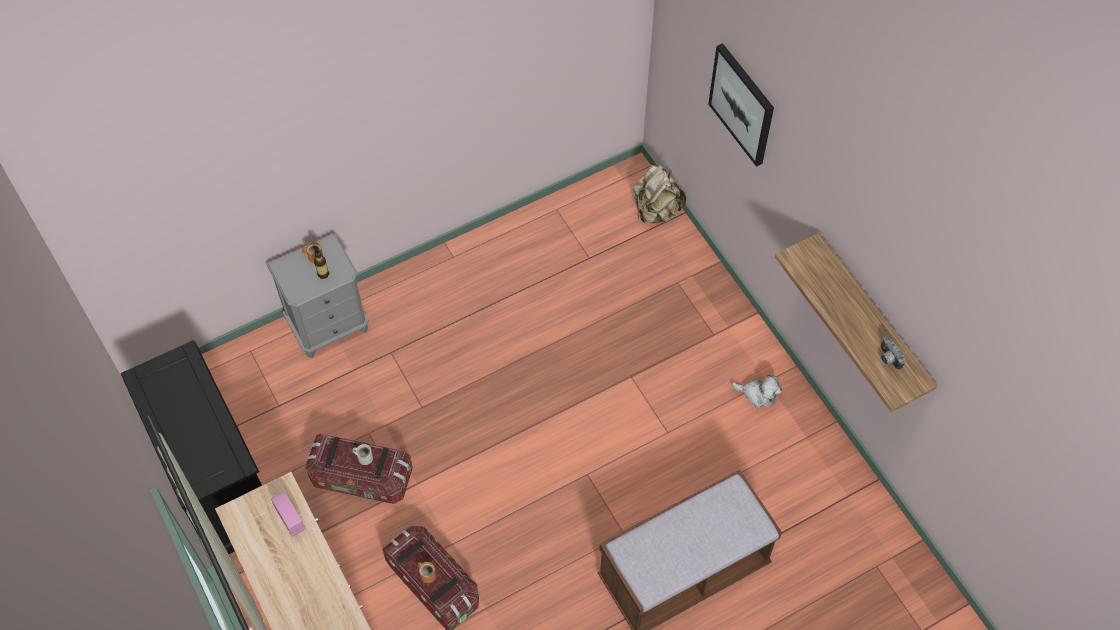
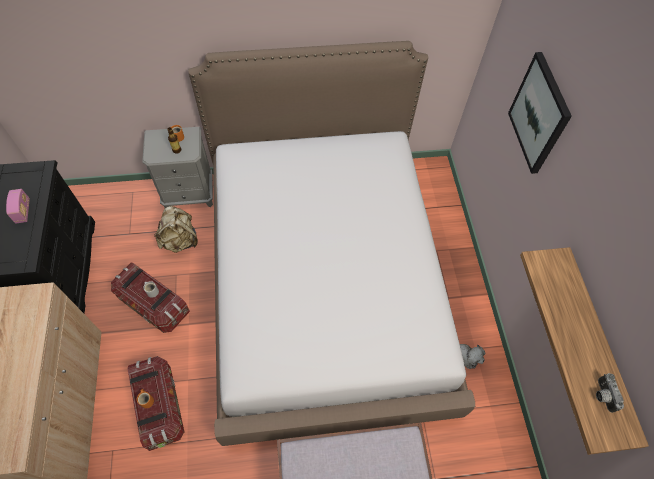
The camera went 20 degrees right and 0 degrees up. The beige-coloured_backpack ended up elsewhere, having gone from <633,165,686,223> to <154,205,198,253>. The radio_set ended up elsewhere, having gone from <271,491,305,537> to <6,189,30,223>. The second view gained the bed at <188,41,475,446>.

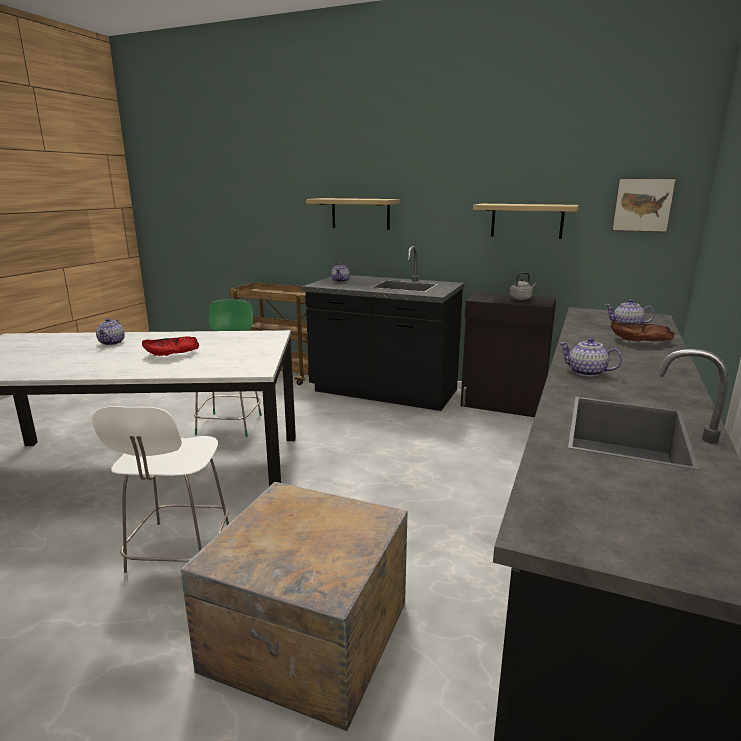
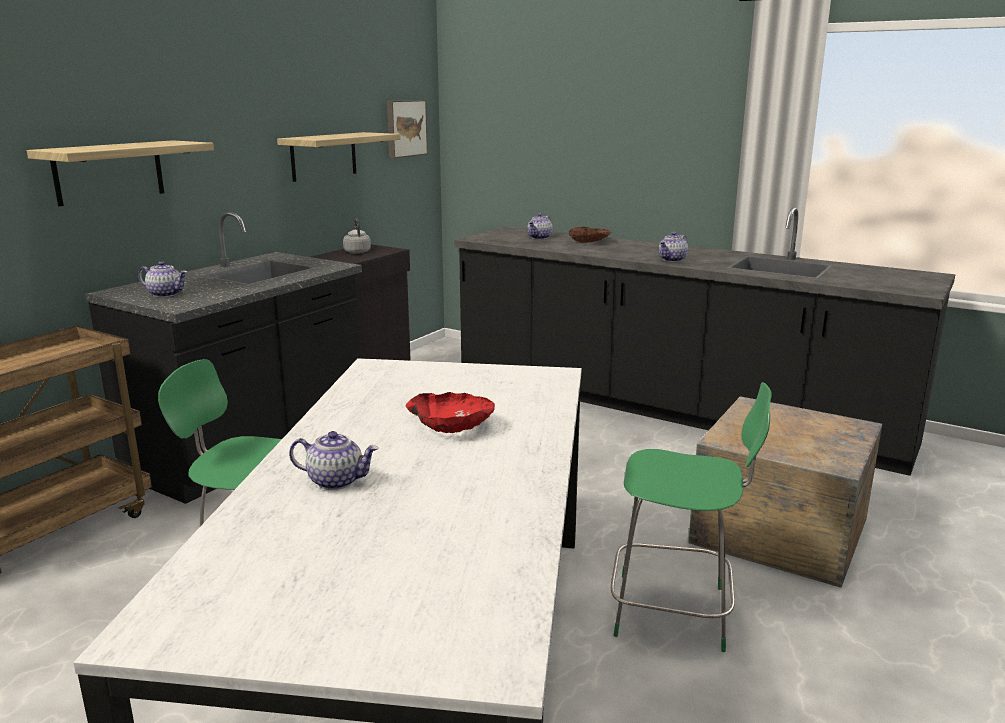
The camera went 80 degrees left and 0 degrees up. What was the whitish_upright_chair at <92,406,229,583> turned into the green_upright_chair at <611,382,772,652>.

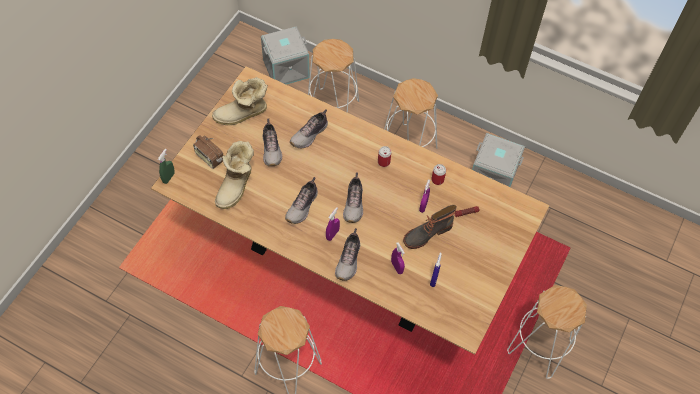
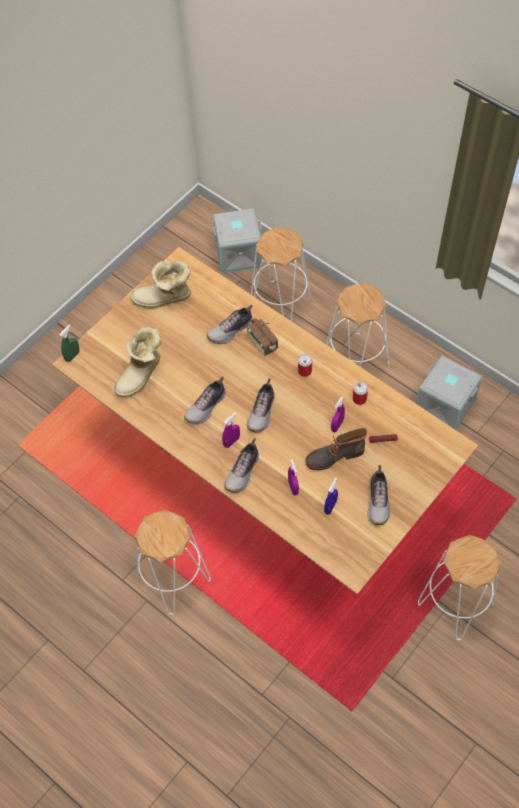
The camera went 15 degrees right and 0 degrees up. The shoe ended up elsewhere, having gone from <263,119,282,166> to <368,465,391,525>. The radio_set ended up elsewhere, having gone from <193,135,224,169> to <247,318,278,356>.

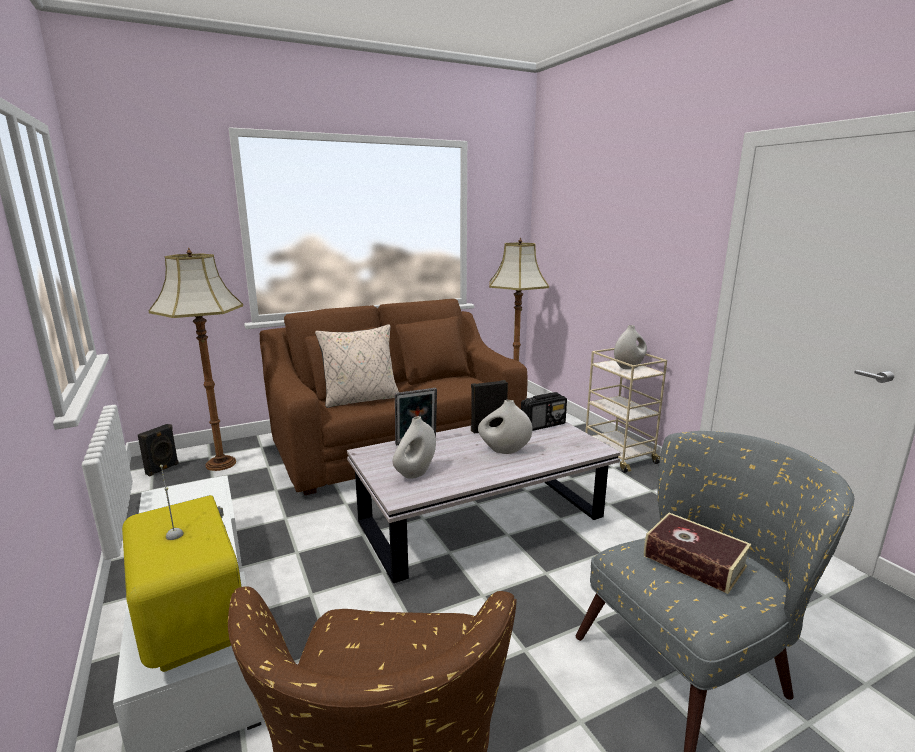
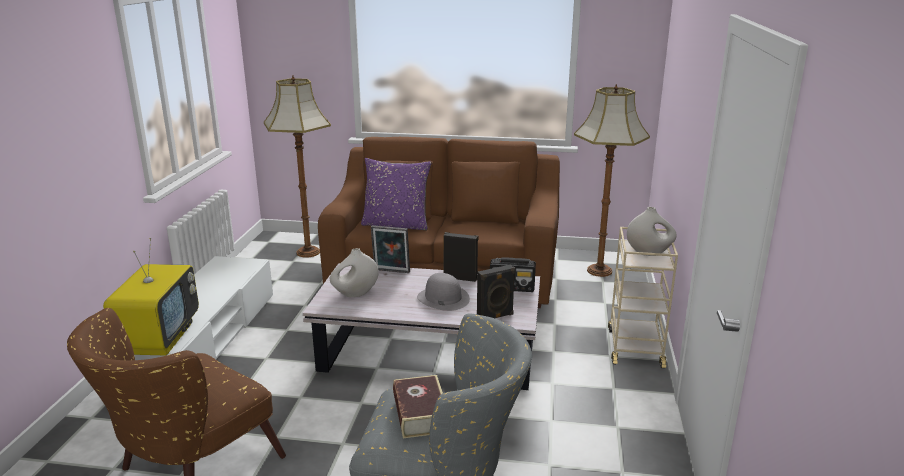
The camera went 35 degrees right and 5 degrees up. What was the beige-coloured_cushion at <315,324,399,408> turned into the purplish_cushion at <361,158,431,231>. Where the whitish_vase stood at <478,400,532,454>, the greyish_wearable_hat came to stand at <417,273,470,311>. The black-coloured_audio_speaker ended up elsewhere, having gone from <138,424,179,477> to <477,265,515,318>.

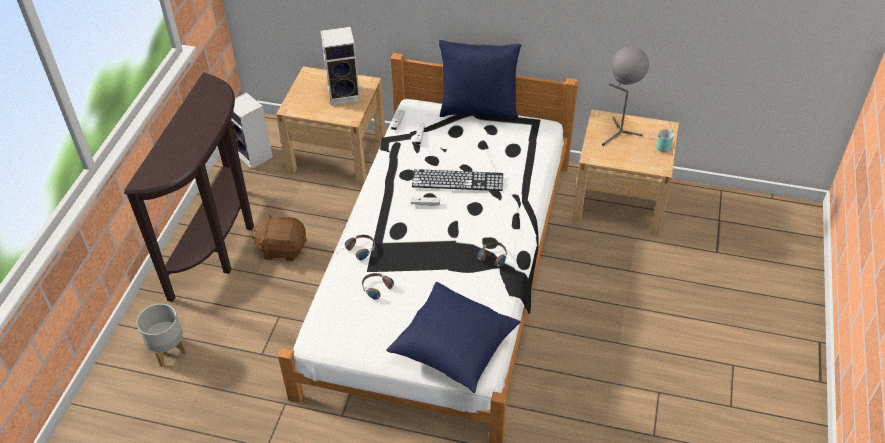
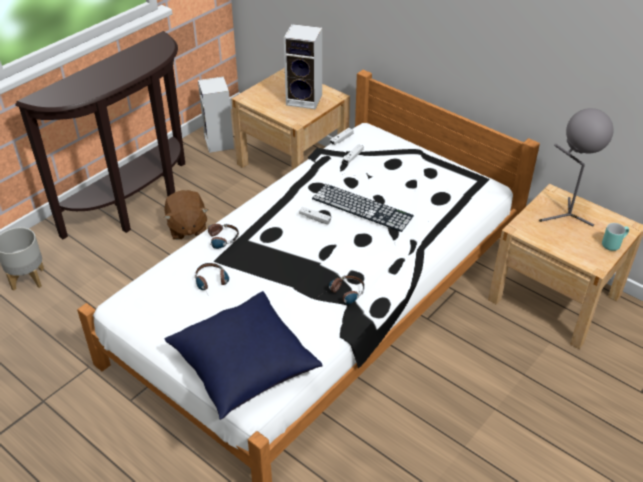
The camera went 25 degrees right and 5 degrees down. The second view lost the blue_cushion at <439,40,521,119>. The brown_plush_toy at <252,213,307,261> ended up facing another way, 135 degrees counterclockwise from before.

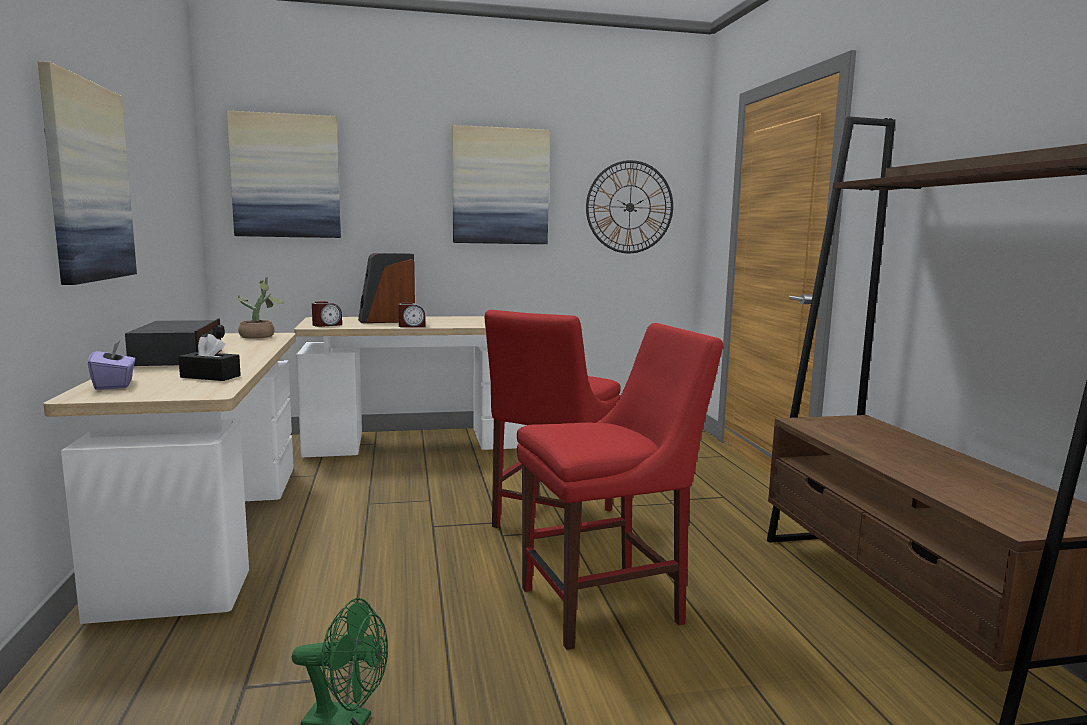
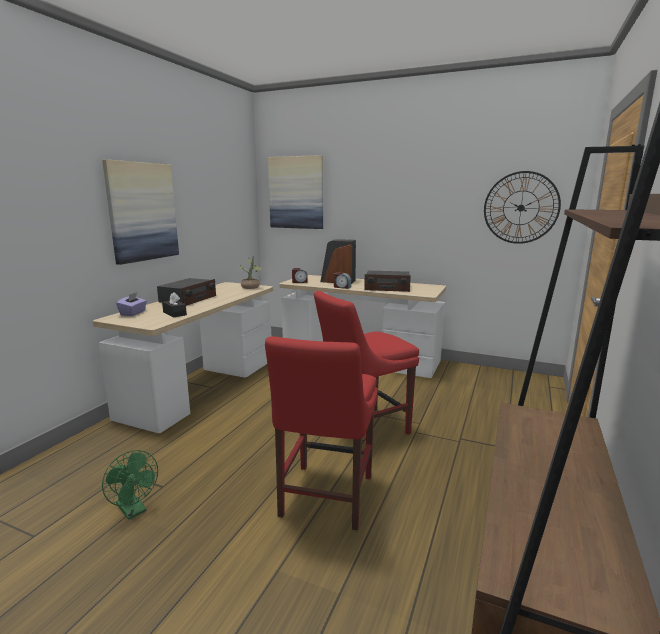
The camera went 35 degrees right and 5 degrees up. The second view lost the wall_picture at <452,125,550,244>. The red_upright_chair at <517,323,723,650> ended up facing another way, 90 degrees clockwise from before. The second view gained the radio_set at <364,271,411,292>.

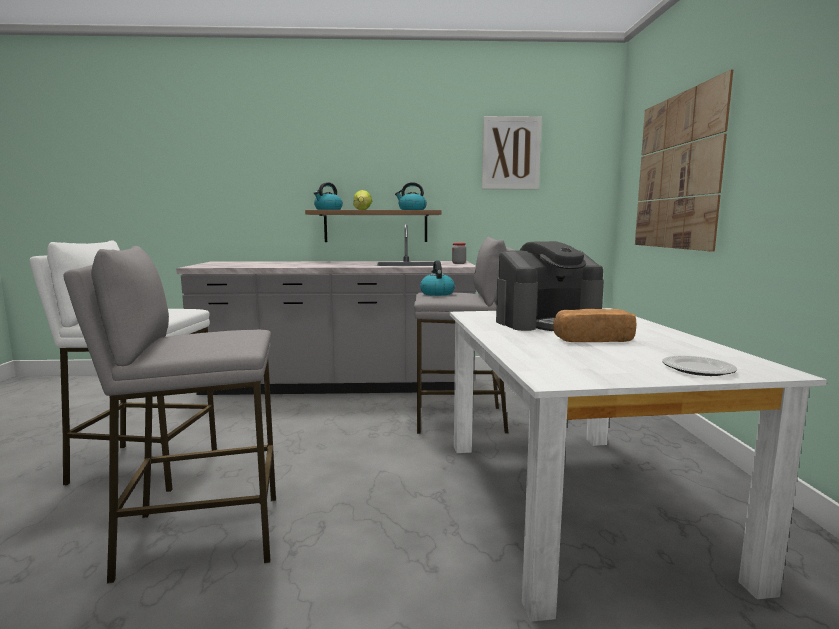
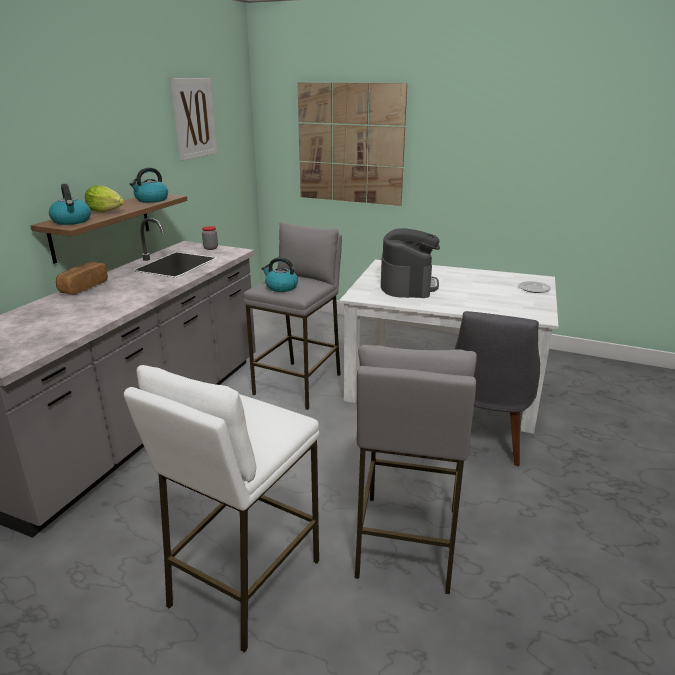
The camera went 65 degrees left and 15 degrees up. The bread ended up elsewhere, having gone from <553,309,636,342> to <56,262,108,295>. The second view gained the greyish_upright_chair at <454,311,540,466>.

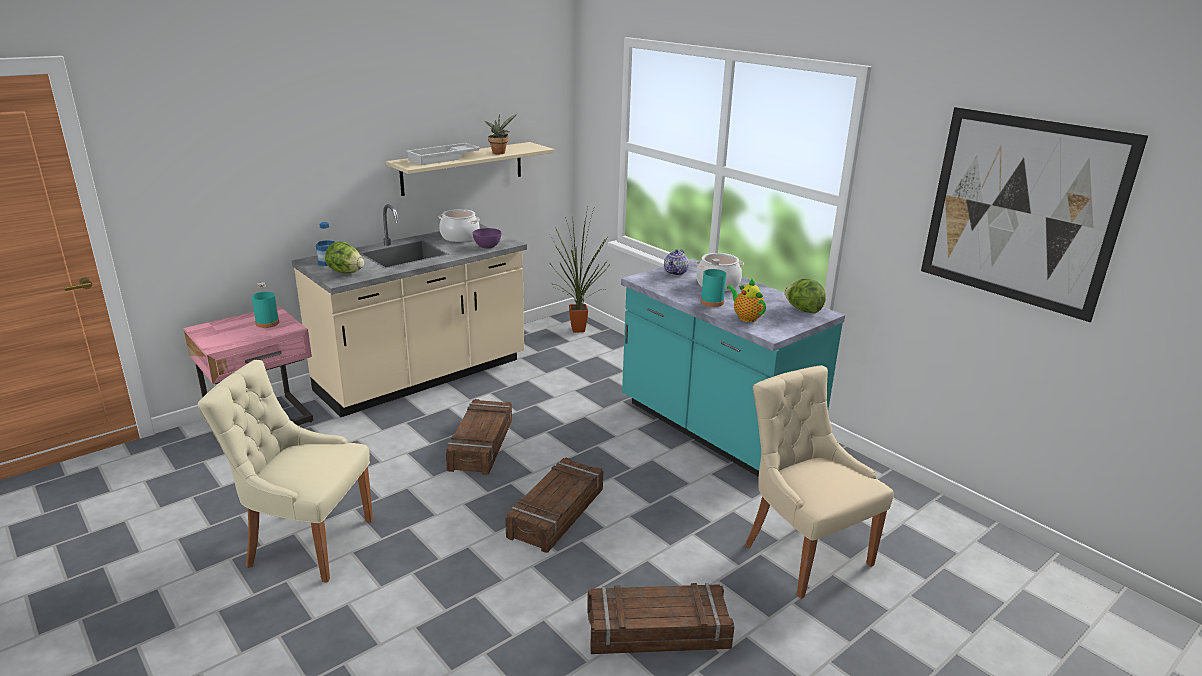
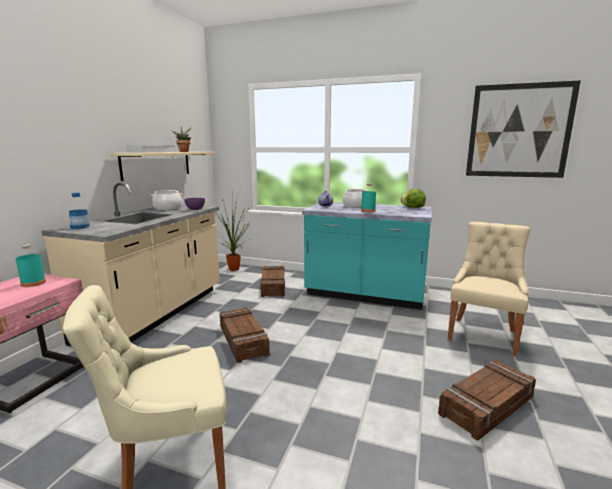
The camera went 30 degrees left and 10 degrees down. The second view lost the lettuce at <325,242,364,274>. The second view lost the tea_pot at <727,279,766,322>. The beige-coloured_upright_chair at <745,365,894,599> ended up facing another way, 90 degrees clockwise from before. The packing_crate ended up elsewhere, having gone from <505,458,603,553> to <260,266,285,297>.

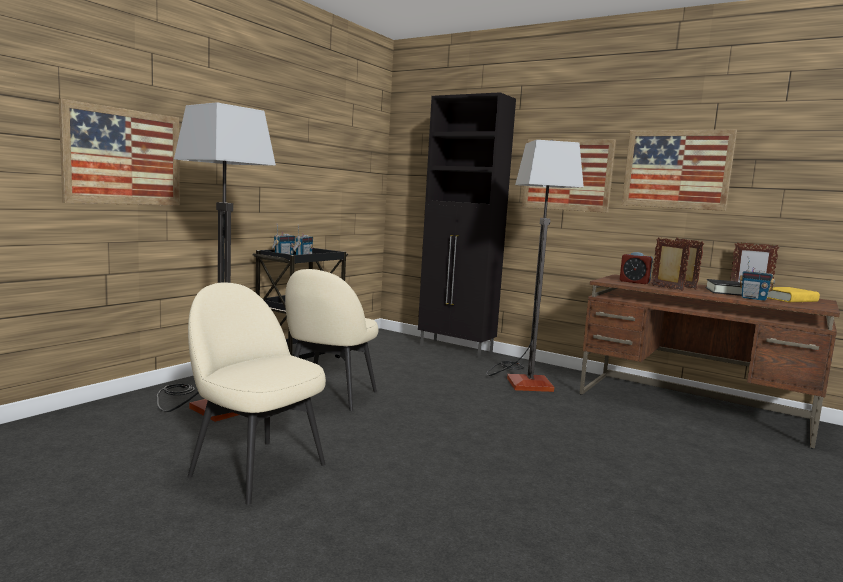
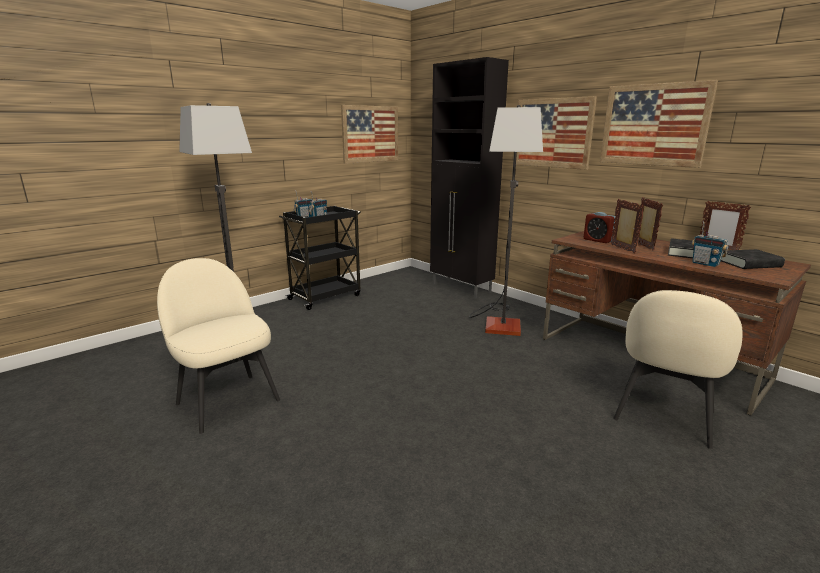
The camera went 15 degrees right and 10 degrees up. The wall_picture ended up elsewhere, having gone from <59,99,180,206> to <341,105,398,164>. The beige-coloured_upright_chair ended up elsewhere, having gone from <285,269,378,411> to <613,290,743,449>. What was the yellow_volume at <767,287,820,302> turned into the black-coloured_volume at <721,249,785,269>.

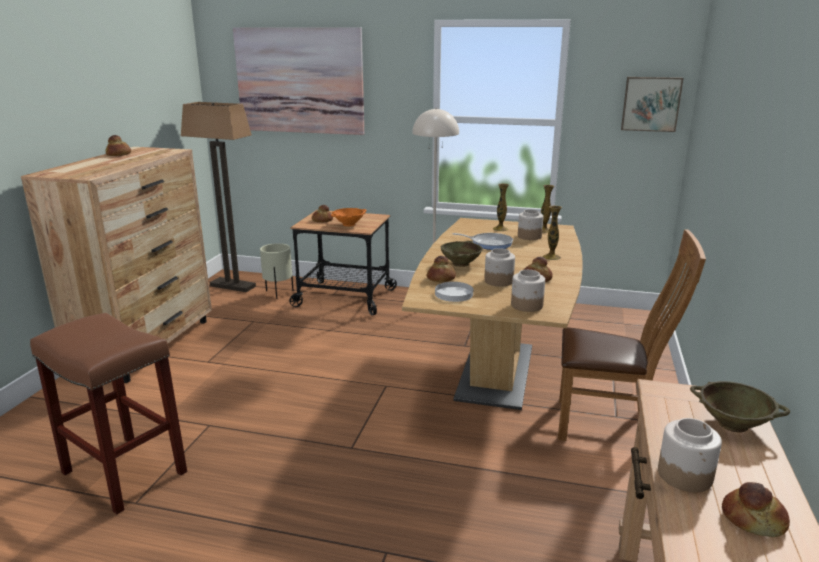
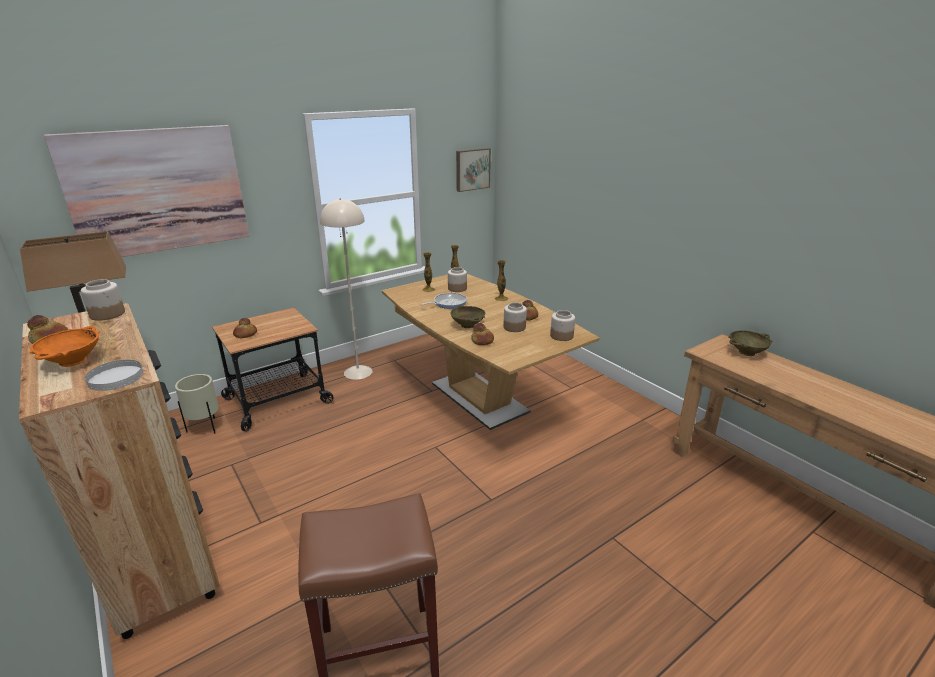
The camera went 50 degrees left and 5 degrees up. The orangey_deep_dish ended up elsewhere, having gone from <331,208,367,226> to <29,326,100,367>. The second view lost the brown_upright_chair at <558,229,706,441>. The whitish_dinner_plate ended up elsewhere, having gone from <435,282,473,302> to <85,360,143,391>. The preserve_jar ended up elsewhere, having gone from <658,418,722,492> to <81,279,125,321>. The second view lost the bread at <722,482,790,537>.

